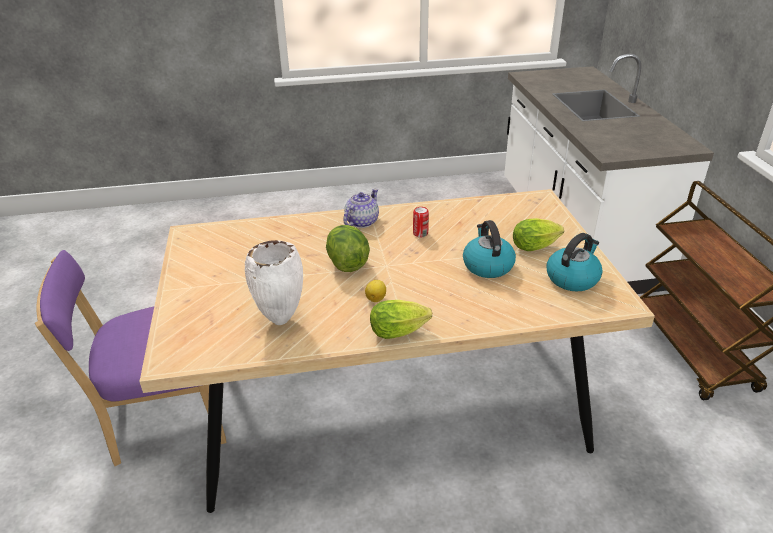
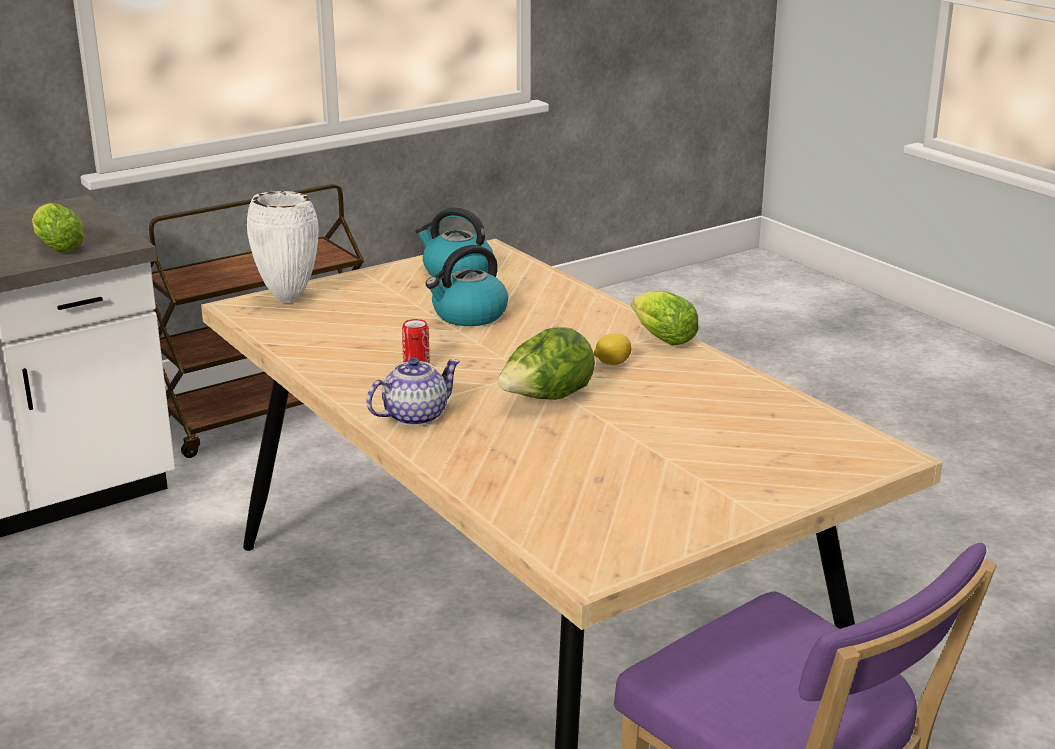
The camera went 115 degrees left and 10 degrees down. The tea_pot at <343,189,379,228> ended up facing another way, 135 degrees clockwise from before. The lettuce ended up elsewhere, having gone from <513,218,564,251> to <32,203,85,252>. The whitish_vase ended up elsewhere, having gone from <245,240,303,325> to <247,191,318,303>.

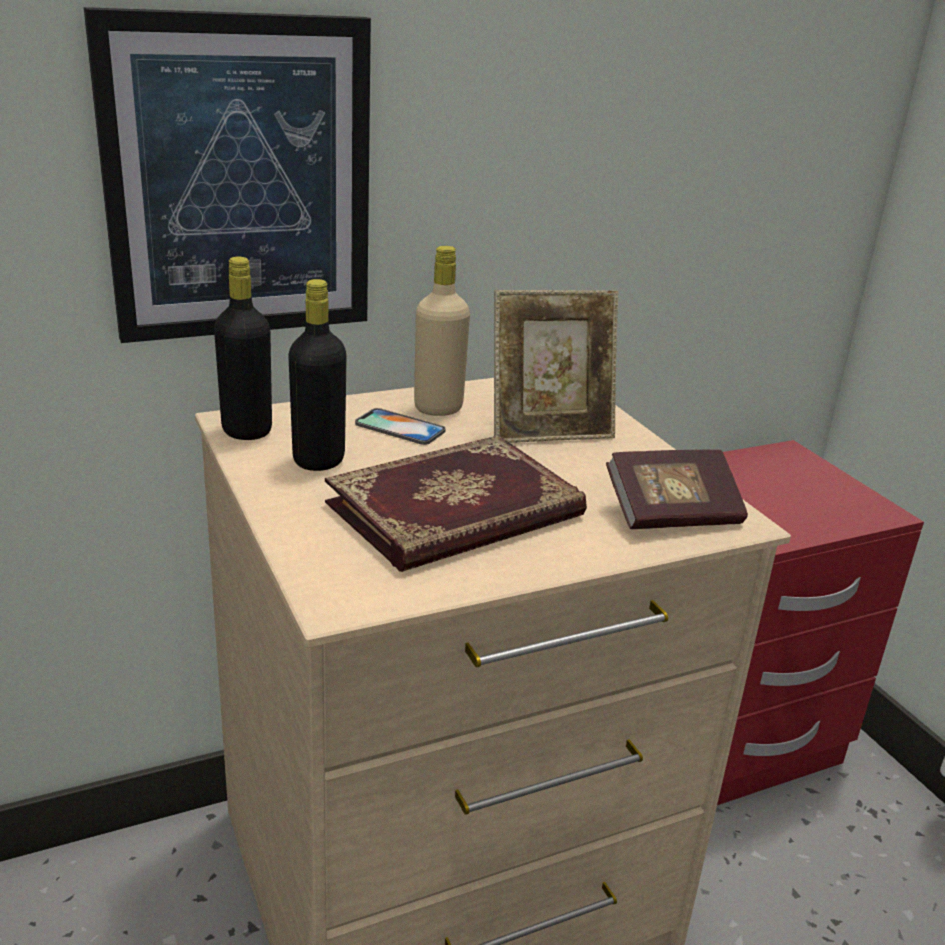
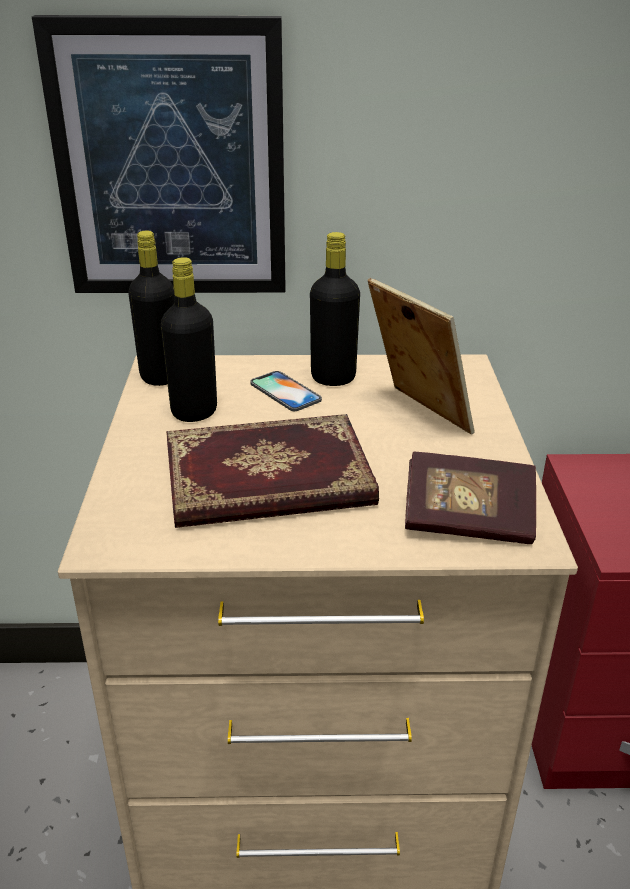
The camera went 25 degrees right and 5 degrees up. What was the beige-coloured_drink_bottle at <414,246,470,416> turned into the black-coloured_drink_bottle at <310,232,360,386>. The picture_frame at <494,290,618,443> ended up facing another way, 135 degrees counterclockwise from before.

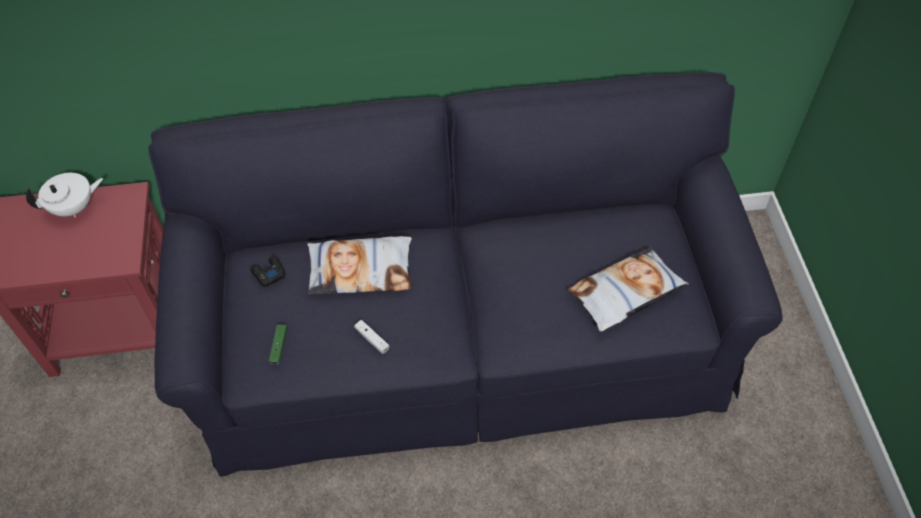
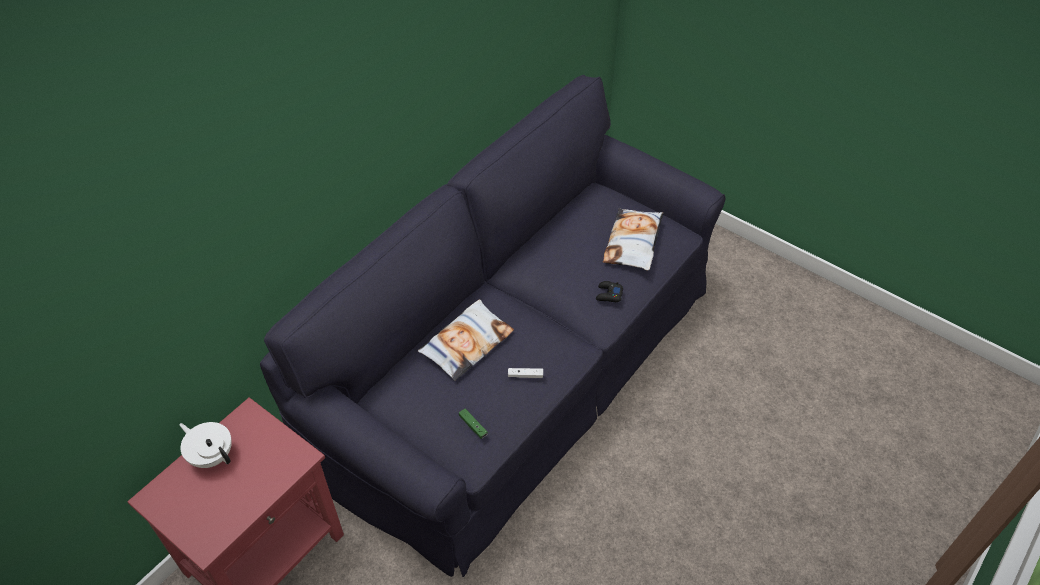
The camera went 45 degrees left and 5 degrees down. The whitish_tea_pot at <26,173,103,217> ended up facing another way, 75 degrees counterclockwise from before. The black-coloured_game_controller ended up elsewhere, having gone from <250,256,285,287> to <596,281,623,302>.

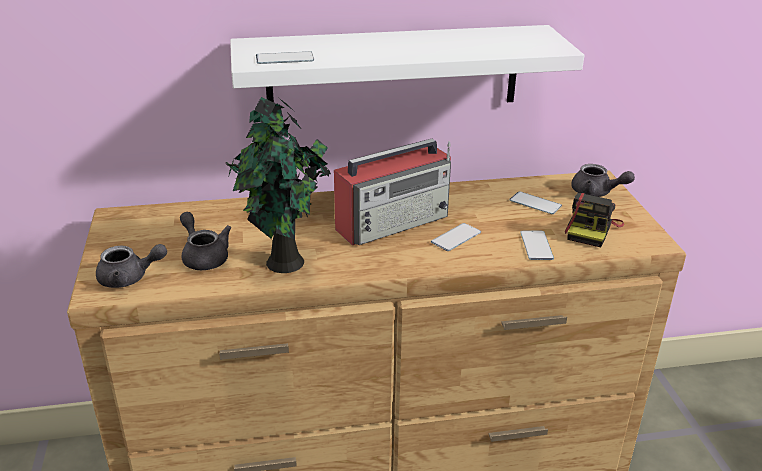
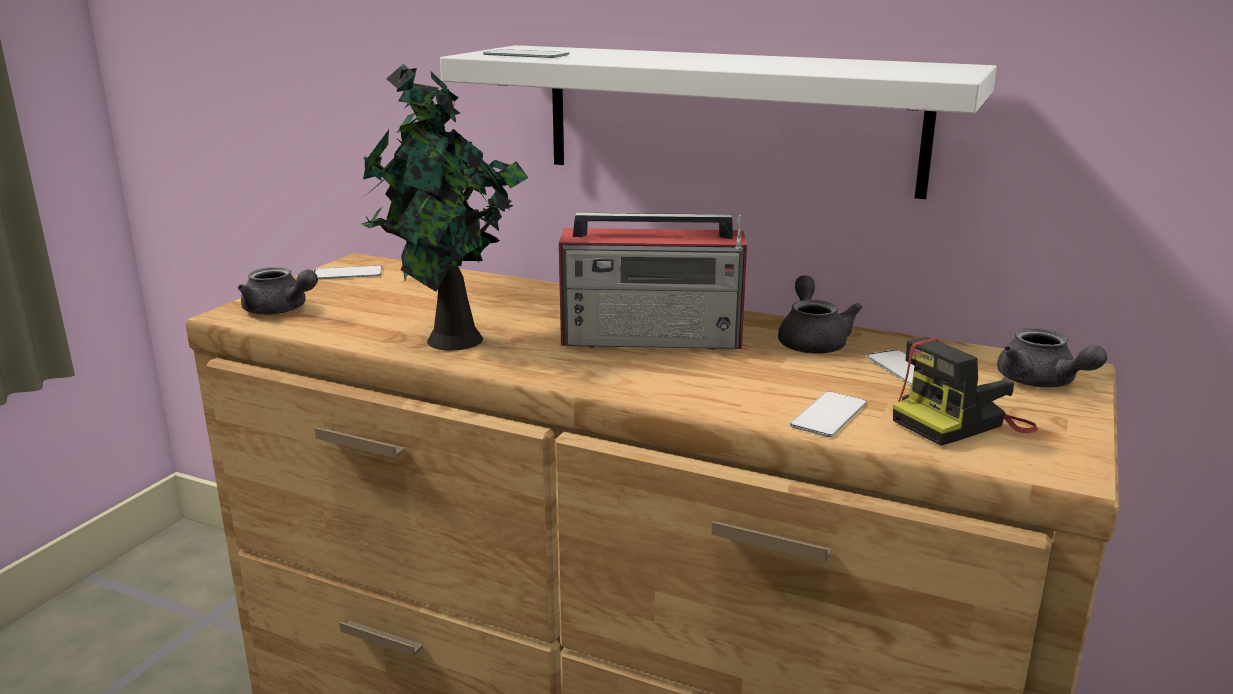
The camera went 35 degrees right and 10 degrees down. The greyish_tea_pot ended up elsewhere, having gone from <180,212,231,270> to <778,275,862,354>. The handset ended up elsewhere, having gone from <431,223,481,251> to <314,265,382,279>.

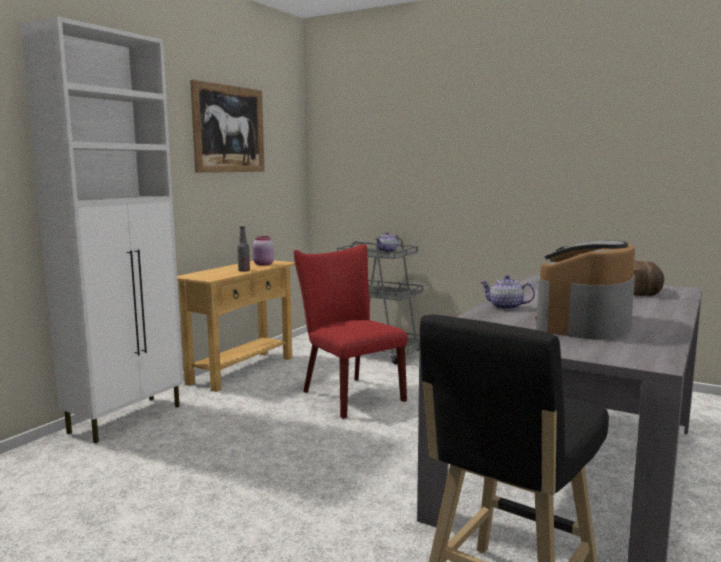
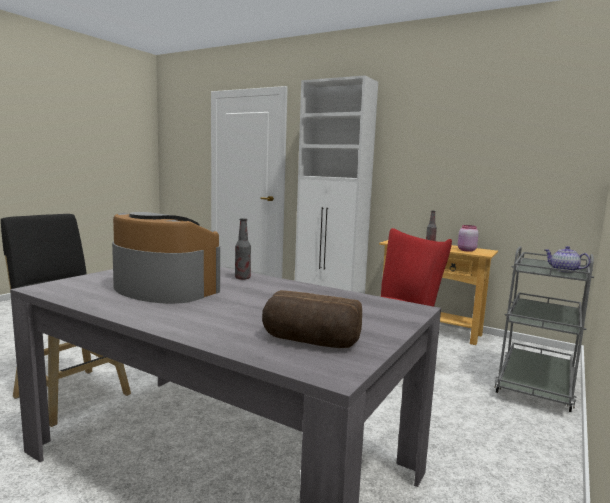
The camera went 90 degrees right and 0 degrees up. The second view lost the wall_picture at <190,80,265,173>. Where the tea_pot stood at <480,275,535,310>, the drink_bottle came to stand at <235,218,251,280>.

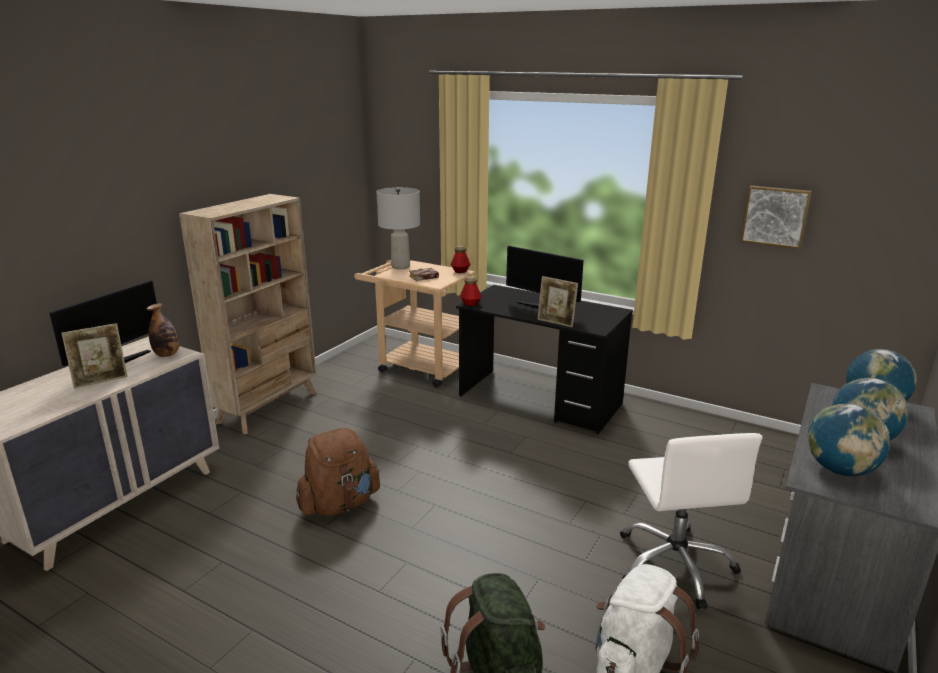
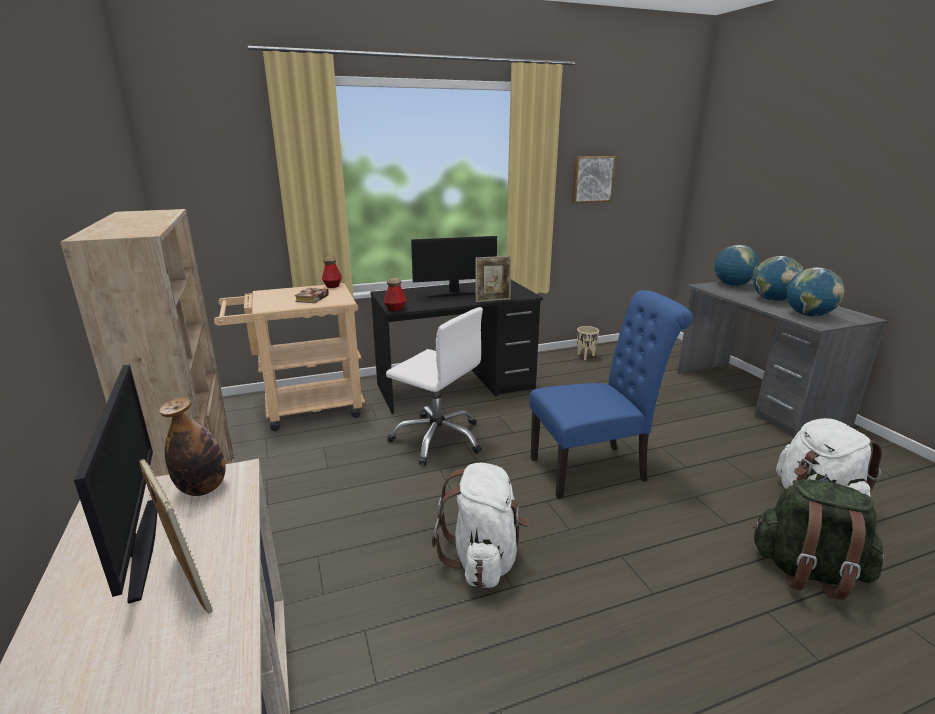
The camera went 50 degrees left and 0 degrees up. The second view lost the greyish_table_lamp at <376,187,420,269>. The picture_frame at <62,323,128,389> ended up facing another way, 45 degrees counterclockwise from before. What was the brown_backpack at <296,428,380,516> turned into the whitish_backpack at <432,463,529,588>. The whitish_office_chair ended up elsewhere, having gone from <620,433,763,609> to <386,307,483,465>. The second view gained the blue_upright_chair at <529,290,693,499>. The second view gained the beige-coloured_planter at <577,326,599,360>.

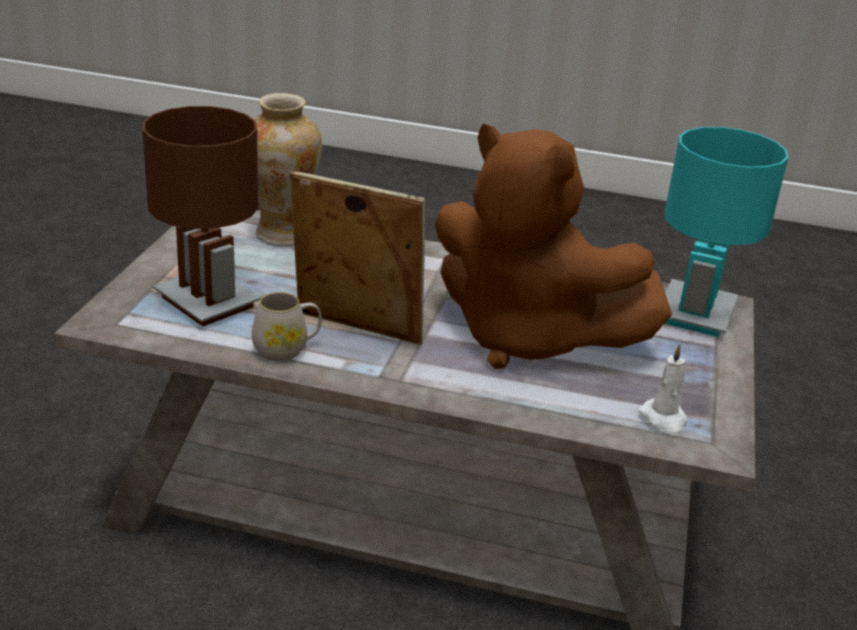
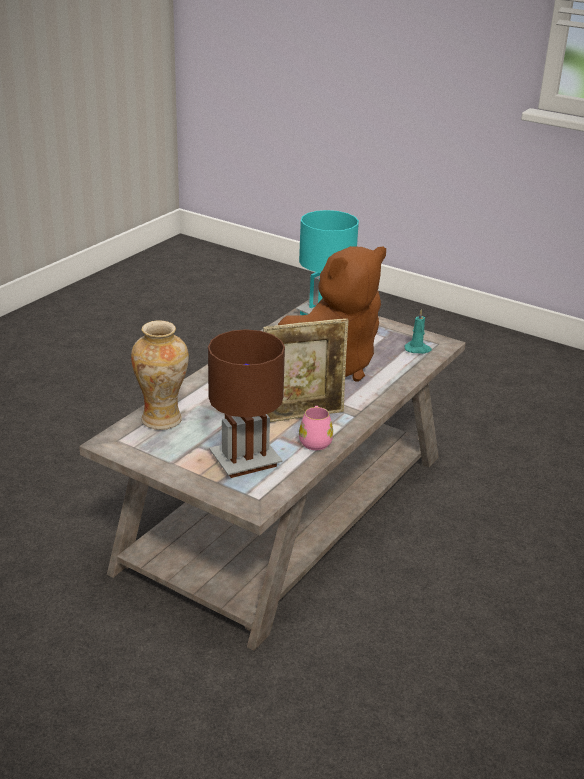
The camera went 70 degrees left and 0 degrees up. The picture_frame at <290,171,425,345> ended up facing another way, 150 degrees counterclockwise from before. What was the whitish_coffee_mug at <252,292,322,361> turned into the pinkish_coffee_mug at <299,406,333,450>. What was the whitish_candle at <639,344,688,436> turned into the blue-green_candle at <404,309,432,354>.

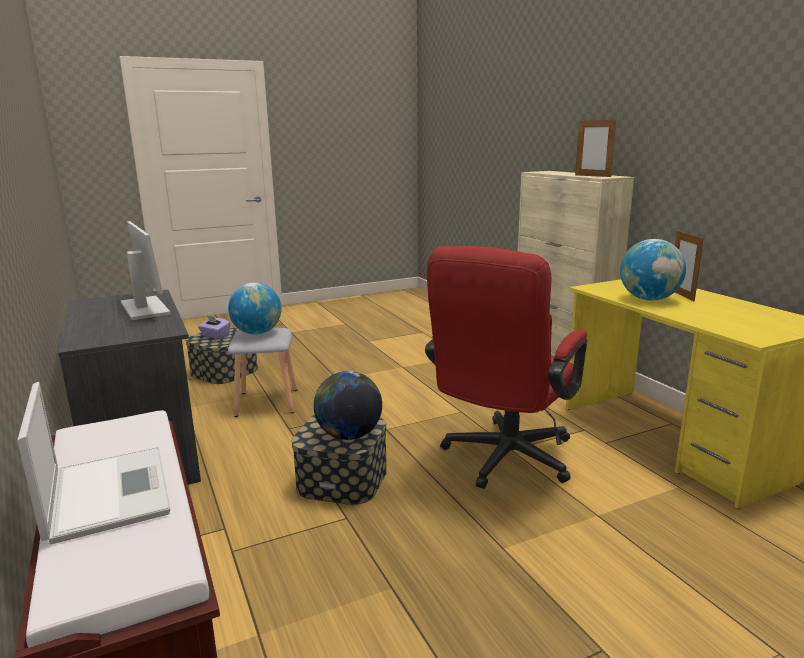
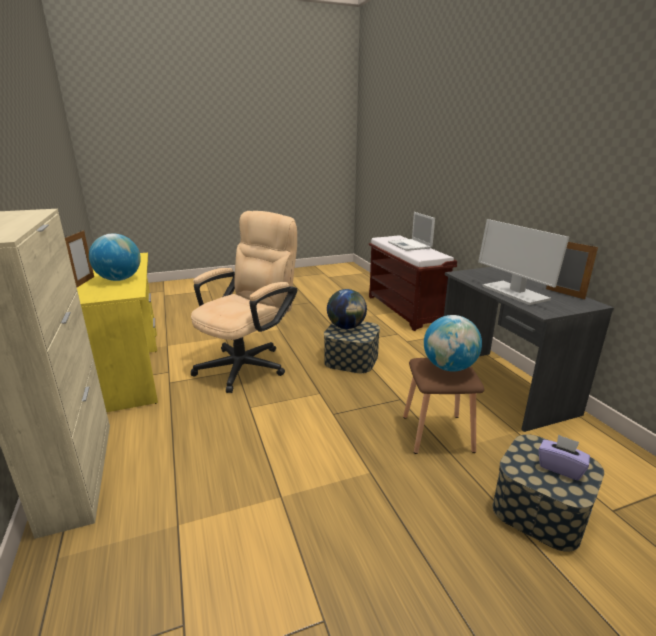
The camera went 175 degrees left and 5 degrees up. The picture_frame ended up elsewhere, having gone from <575,119,616,177> to <546,242,598,299>. What was the red_office_chair at <425,246,587,489> turned into the beige-coloured_office_chair at <191,211,297,393>. What was the greyish_sitting_stool at <228,328,297,417> turned into the brown_sitting_stool at <403,358,484,454>.

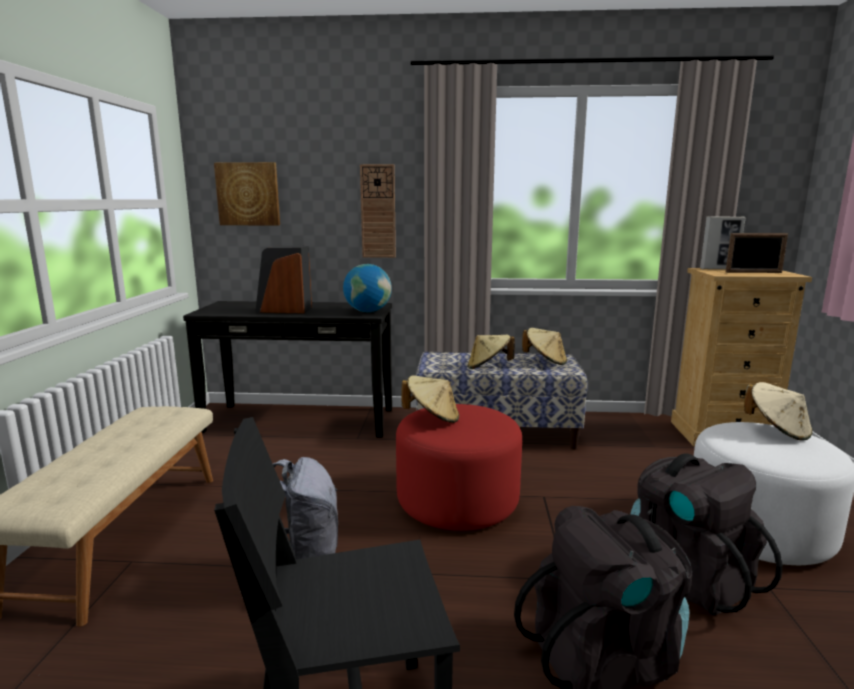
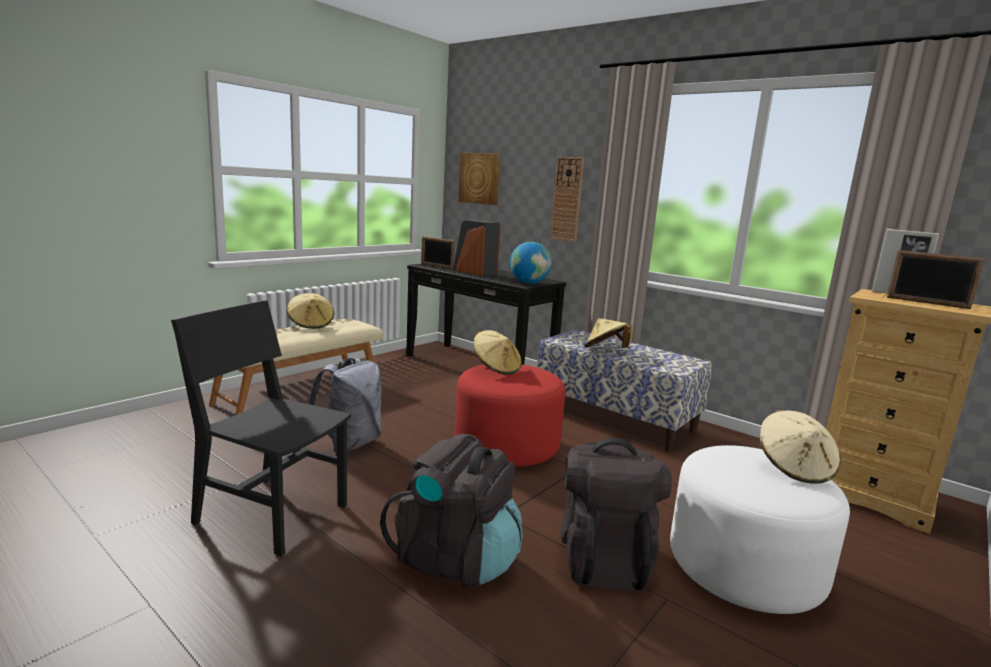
The camera went 35 degrees right and 0 degrees up. The beige-coloured_wearable_hat ended up elsewhere, having gone from <522,328,567,365> to <287,293,334,329>. The second view gained the picture_frame at <421,236,455,269>.

